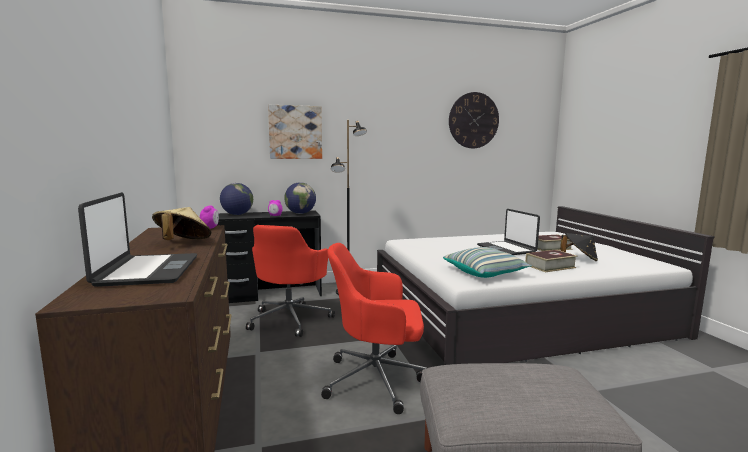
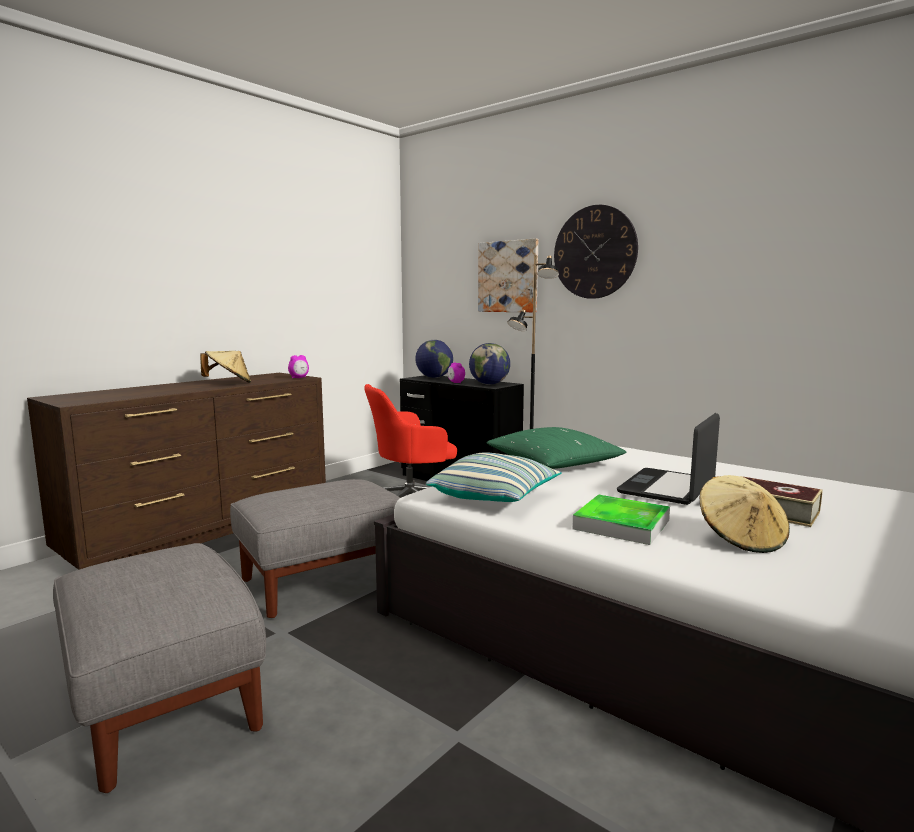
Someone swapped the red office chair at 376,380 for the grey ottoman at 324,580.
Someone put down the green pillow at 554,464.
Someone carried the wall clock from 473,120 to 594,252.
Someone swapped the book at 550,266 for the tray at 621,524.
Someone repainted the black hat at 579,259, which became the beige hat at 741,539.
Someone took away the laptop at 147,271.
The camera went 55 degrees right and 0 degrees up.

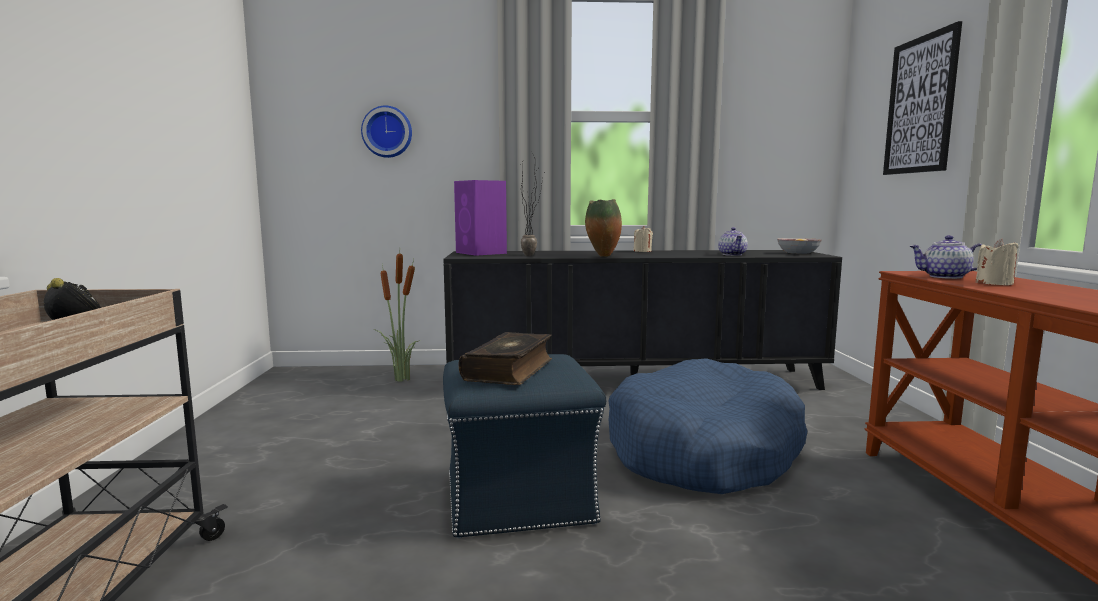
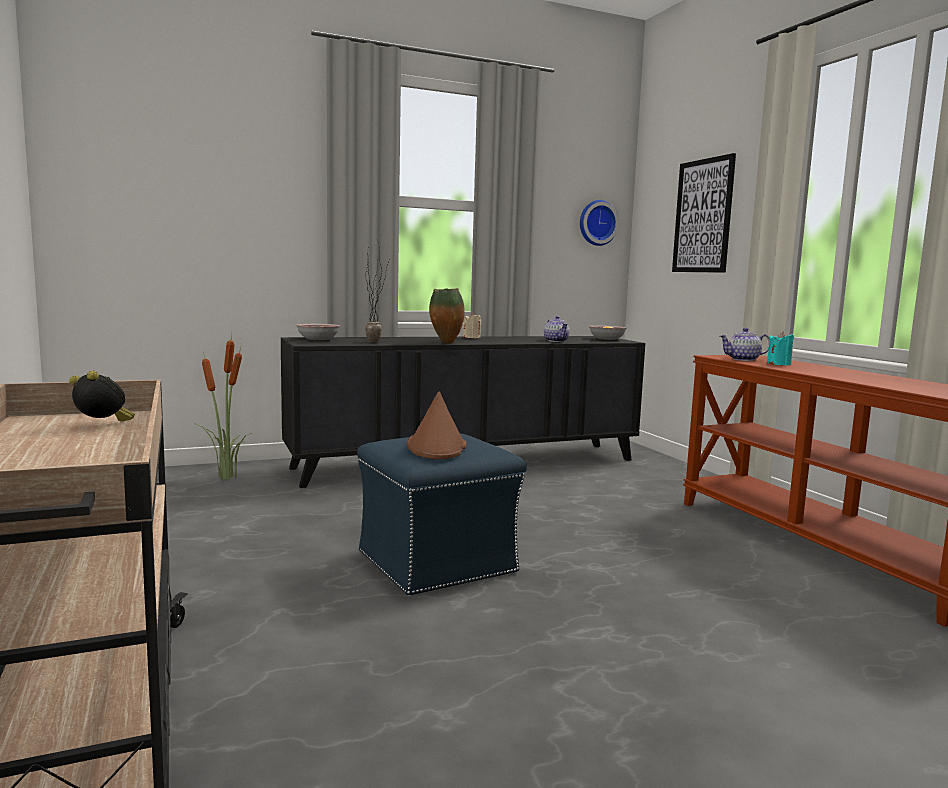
Someone swapped the purple speaker at 481,253 for the bowl at 318,339.
Someone swapped the book at 510,370 for the brown hat at 437,447.
Someone carried the wall clock from 387,132 to 597,223.
Someone repainted the beige candle at 994,284, which became the turquoise candle at 778,364.
Someone took away the blue dog bed at 704,450.
The camera went 20 degrees left and 0 degrees up.

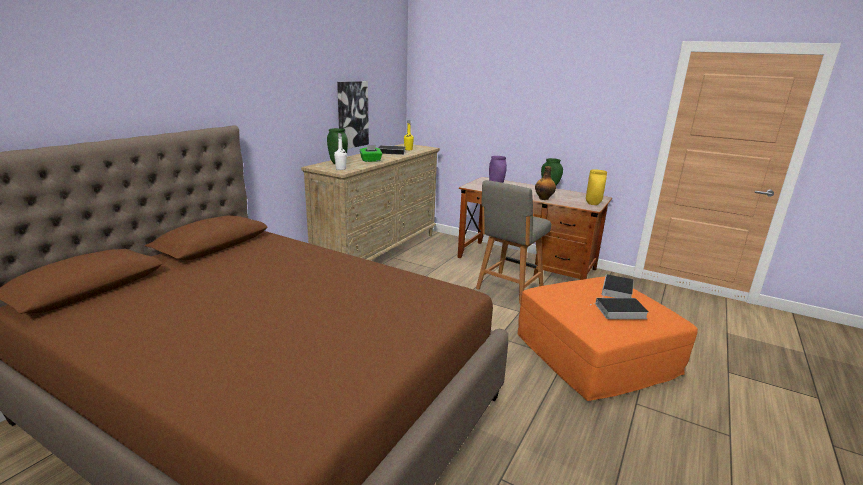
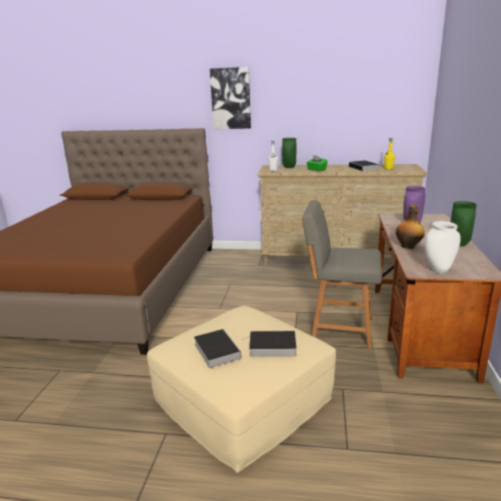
Someone repainted the orange ottoman at 596,354, which became the beige ottoman at 242,400.
Someone carried the picture from 352,114 to 231,98.
Someone repainted the yellow vase at 592,204, which became the white vase at 438,271.
The camera went 70 degrees right and 0 degrees up.

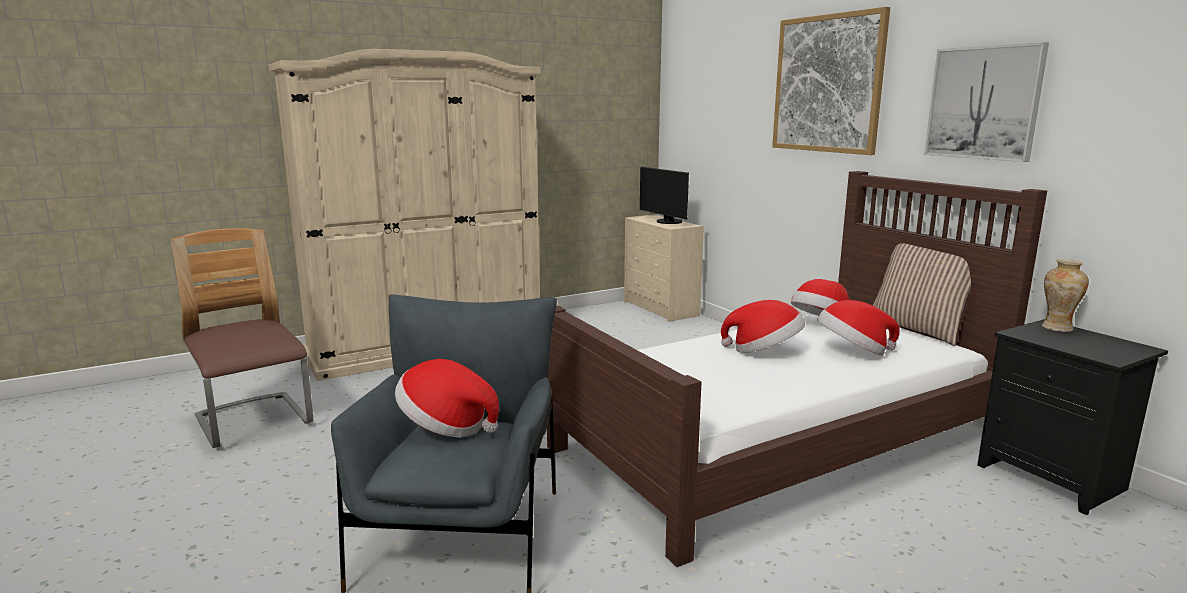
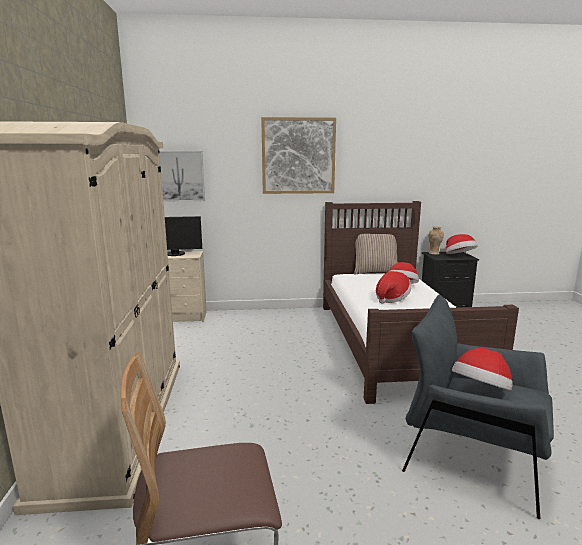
Someone carried the picture from 983,103 to 178,176.
Someone carried the hat from 821,324 to 459,256.
The camera went 65 degrees left and 0 degrees up.

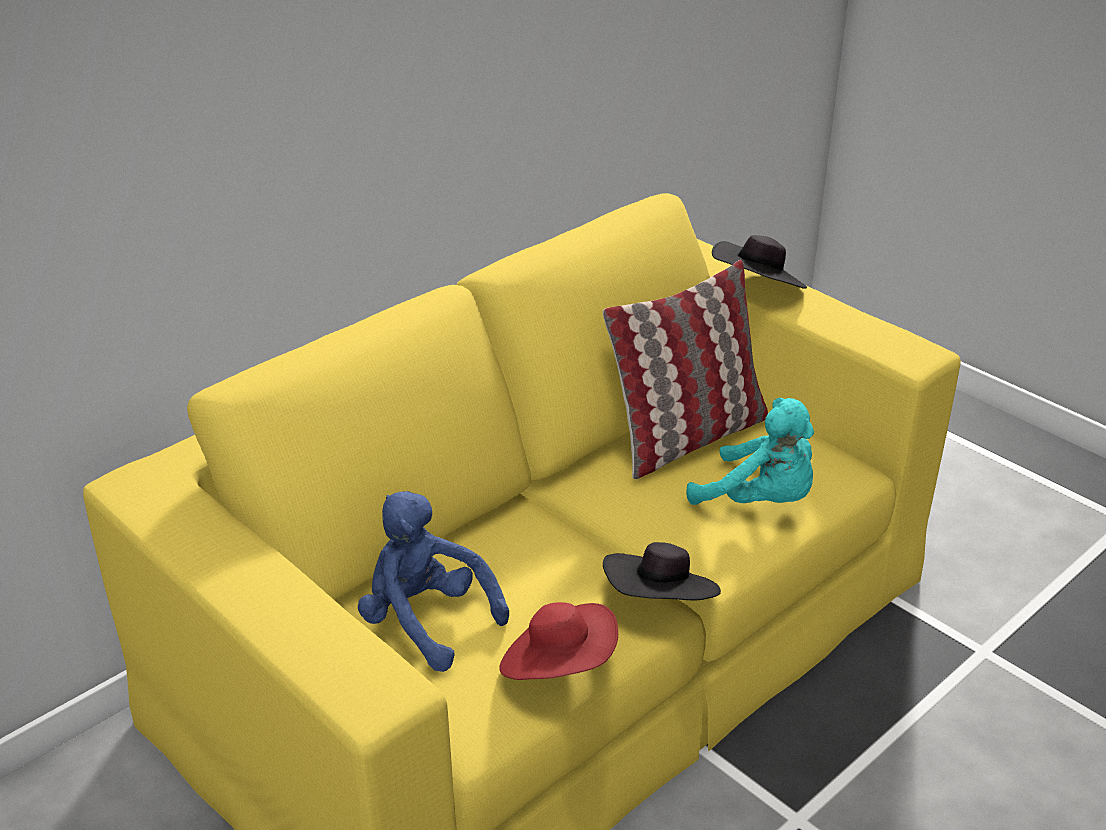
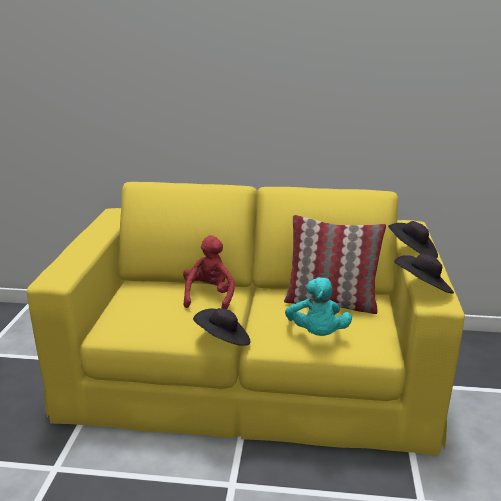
Someone put down the red plush toy at 209,296.
Someone put down the black hat at 423,288.
Someone took away the blue plush toy at 426,621.
Someone took away the red hat at 559,666.
The camera went 50 degrees right and 10 degrees down.

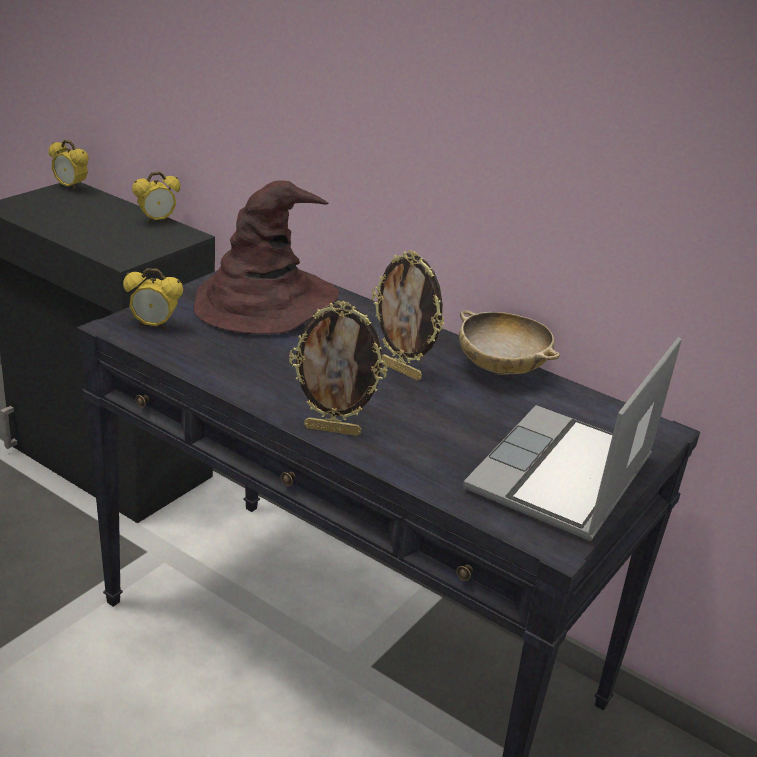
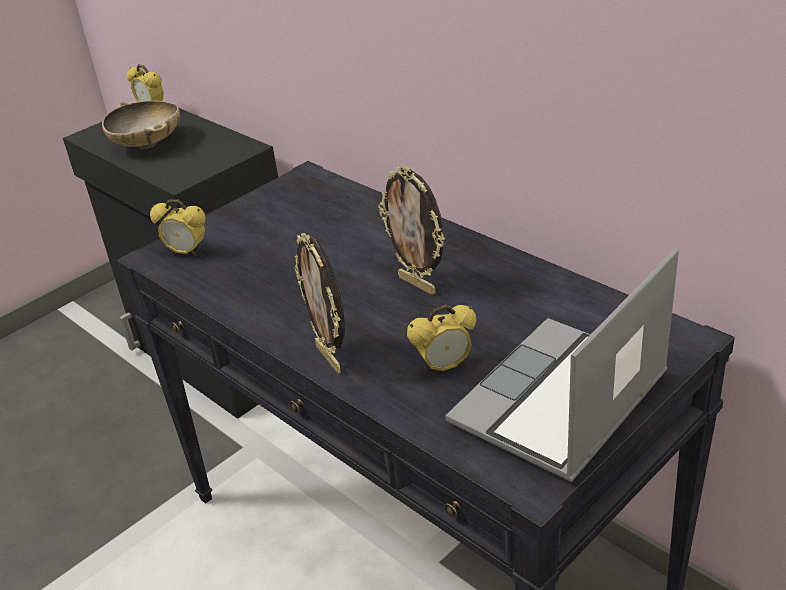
Someone carried the beige bowl from 501,368 to 148,144.
Someone rotated the picture frame at 333,430 by 45 degrees clockwise.
Someone carried the alarm clock from 157,221 to 444,367.
Someone took away the brown hat at 265,303.
The camera went 15 degrees right and 5 degrees up.

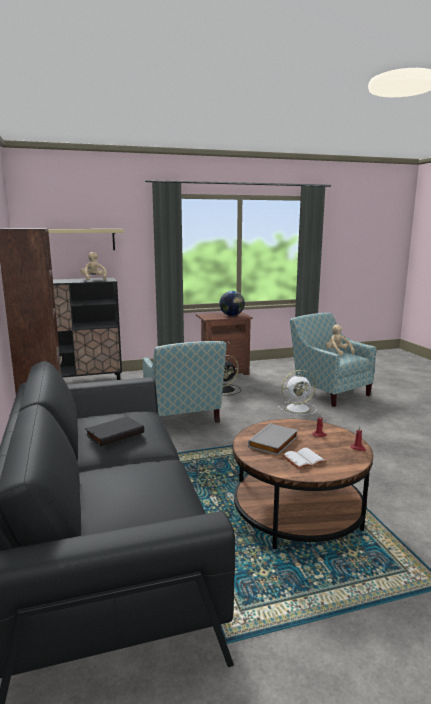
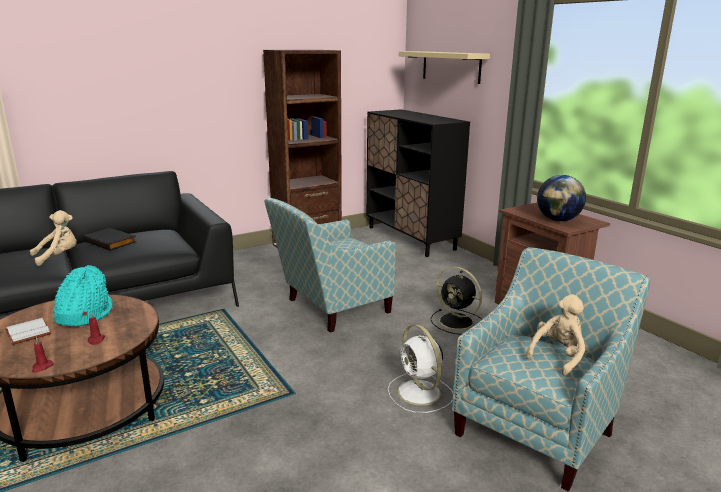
Someone carried the beige plush toy from 94,279 to 58,256.
Someone swapped the grey book at 274,442 for the turquoise hat at 84,314.
The camera went 75 degrees right and 5 degrees up.

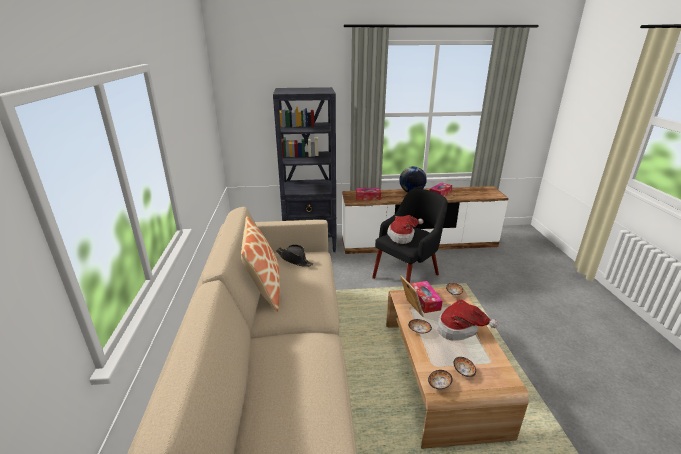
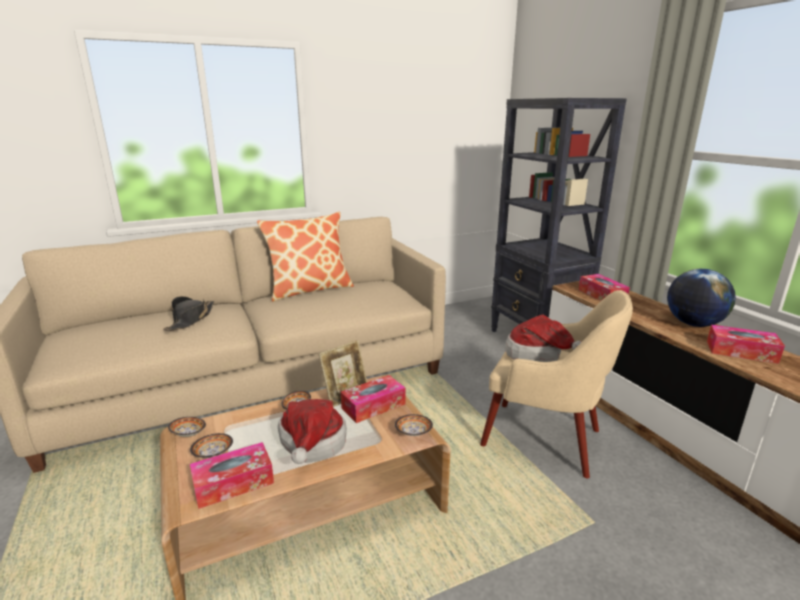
Someone carried the black hat from 294,260 to 191,320.
Someone put down the tissue box at 233,483.
Someone repainted the black armchair at 407,275, which became the beige armchair at 545,439.
The camera went 70 degrees right and 5 degrees down.

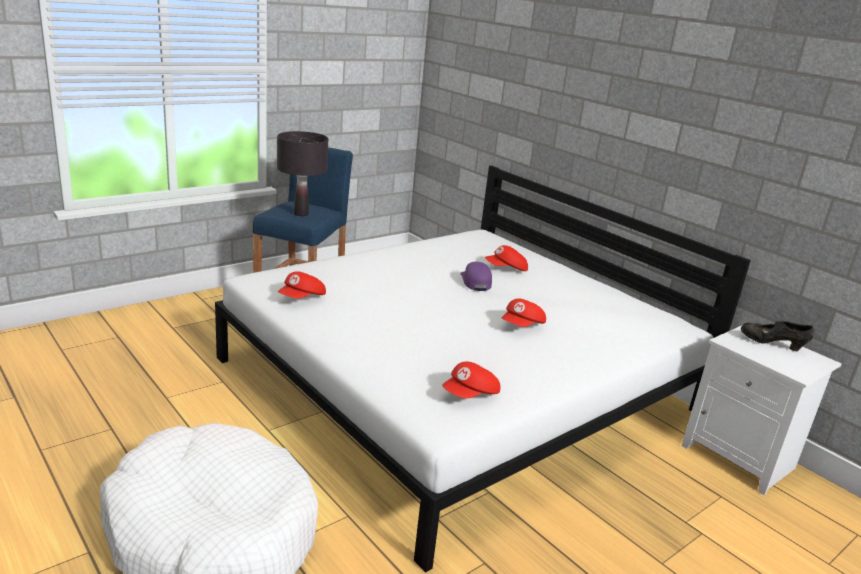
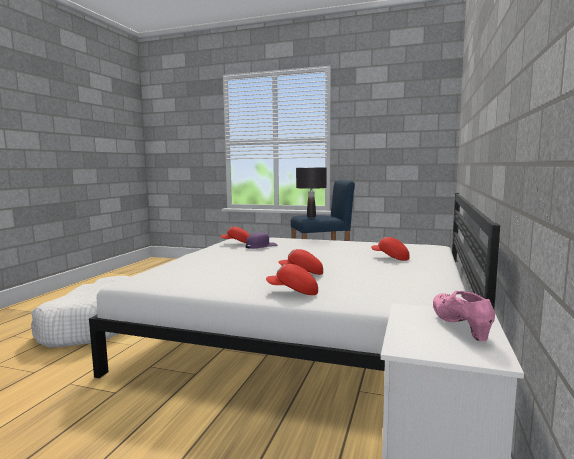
Someone carried the purple cap from 475,281 to 261,246.
Someone carried the red cap from 471,395 to 293,292.
Someone repainted the black shoe at 771,344, which became the pink shoe at 460,327.
The camera went 60 degrees right and 15 degrees down.

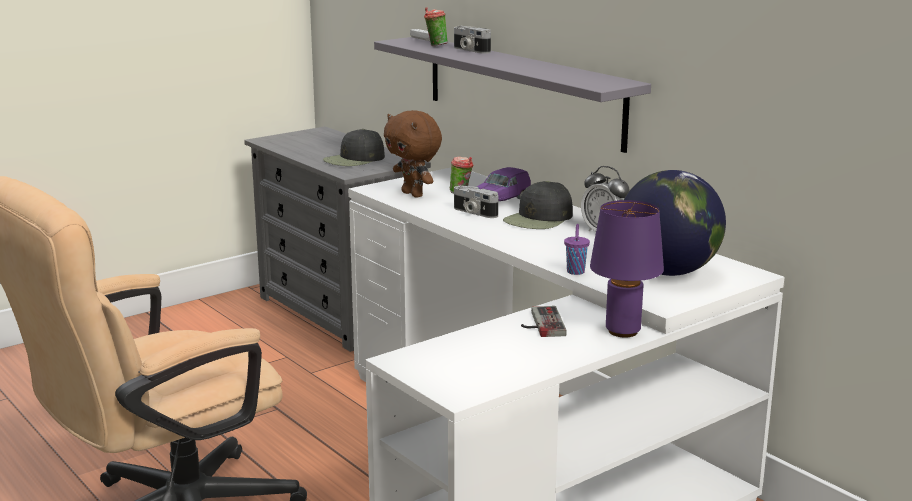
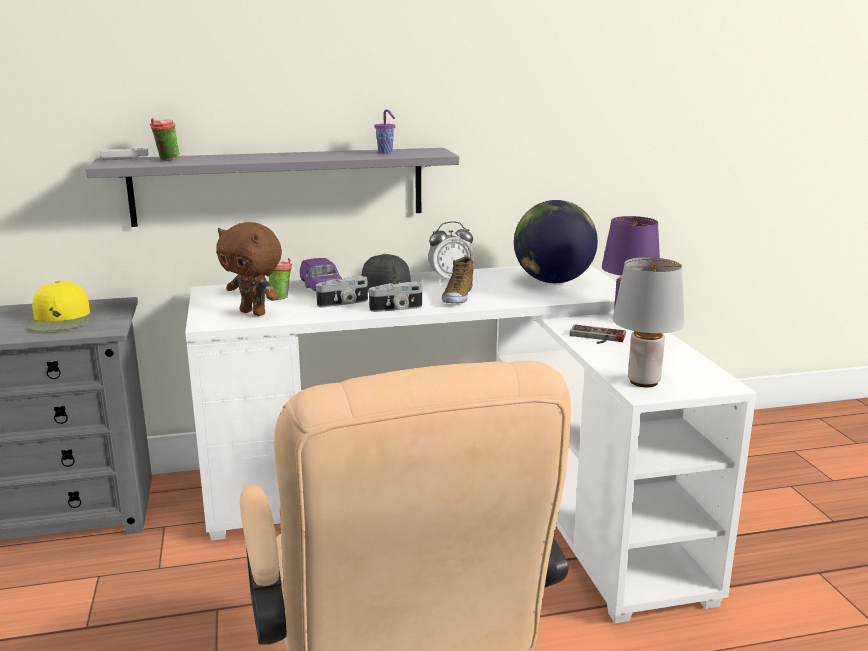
Someone repainted the black cap at 354,159, which became the yellow cap at 61,320.
Someone rotated the brown plush toy at 414,194 by 45 degrees clockwise.
Someone carried the photo camera from 470,50 to 396,309.
Someone carried the purple cup from 575,272 to 386,152.
Someone put down the shoe at 457,297.
Someone put down the grey table lamp at 643,382.
The camera went 65 degrees left and 0 degrees up.

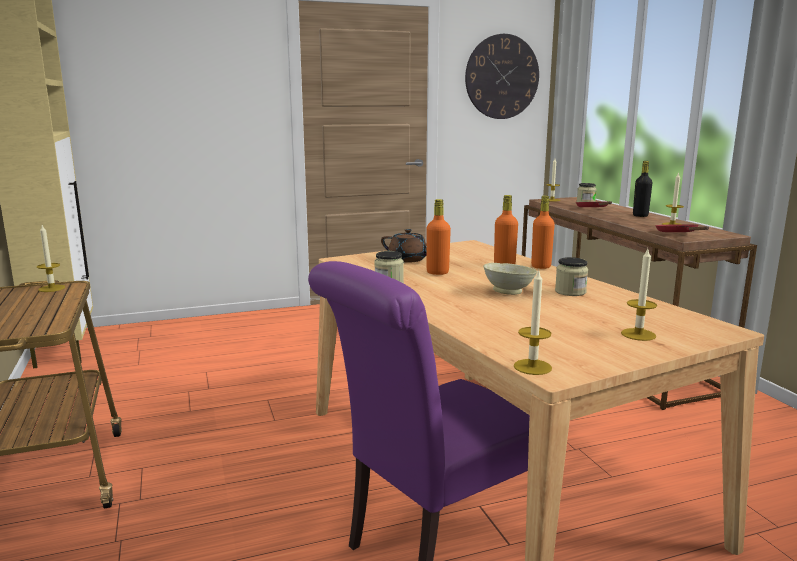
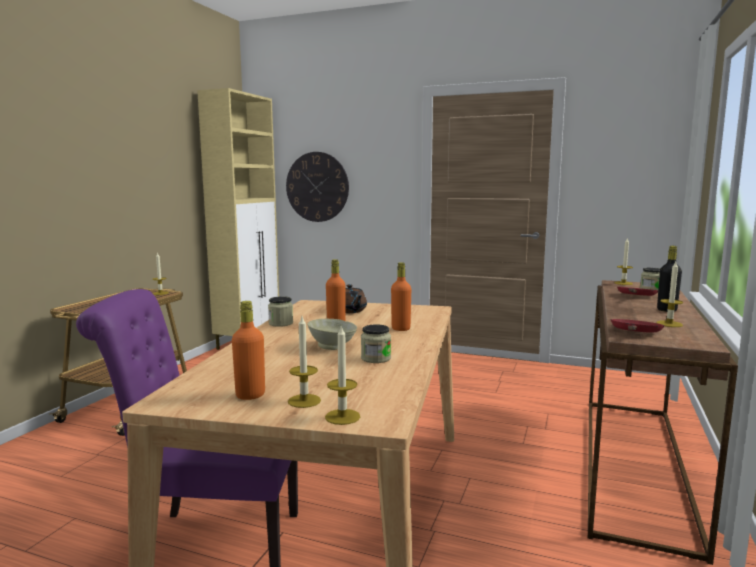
Someone carried the orange bottle from 541,266 to 250,395.
Someone carried the wall clock from 502,77 to 317,187.
Someone carried the candle from 532,367 to 342,417.
The camera went 40 degrees right and 5 degrees down.

